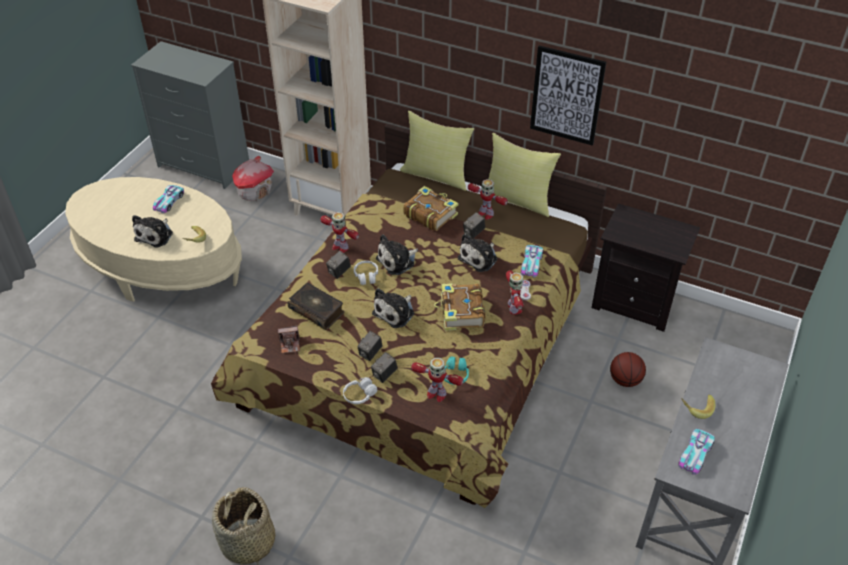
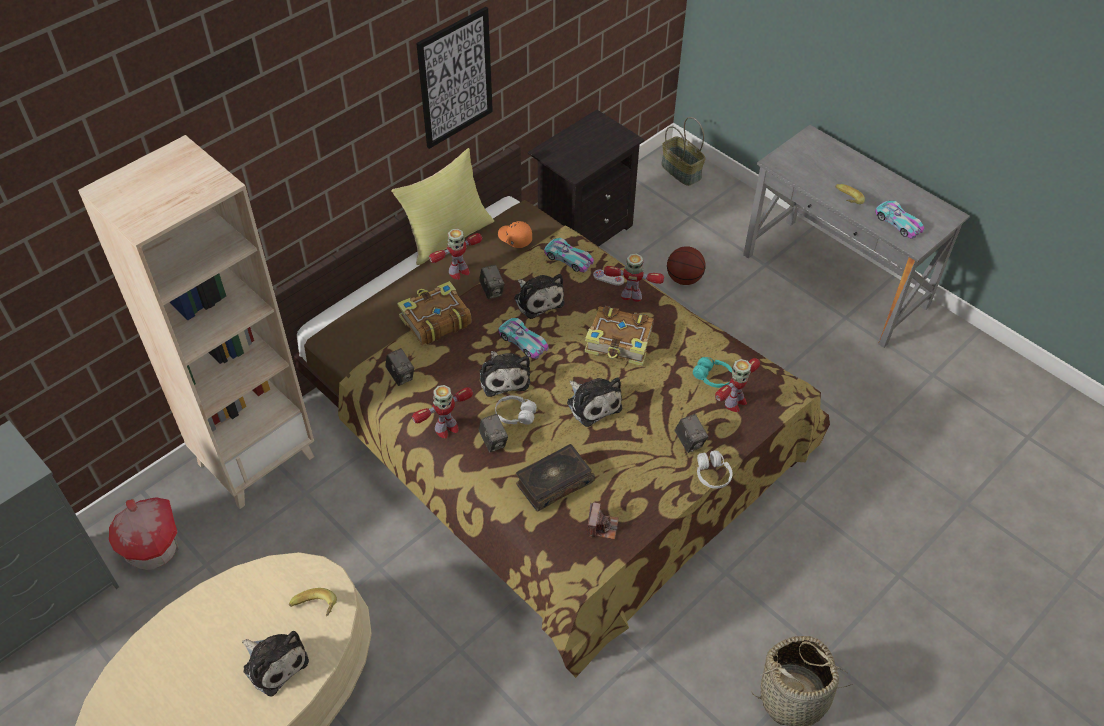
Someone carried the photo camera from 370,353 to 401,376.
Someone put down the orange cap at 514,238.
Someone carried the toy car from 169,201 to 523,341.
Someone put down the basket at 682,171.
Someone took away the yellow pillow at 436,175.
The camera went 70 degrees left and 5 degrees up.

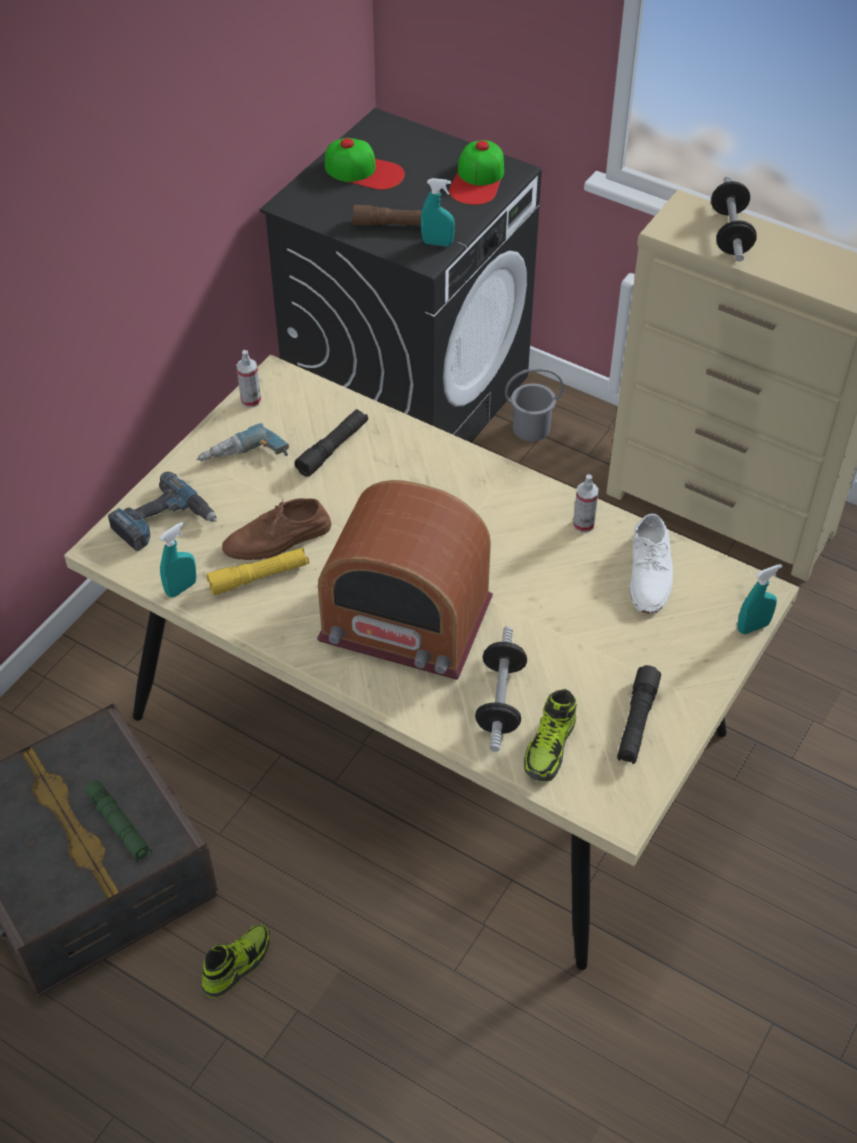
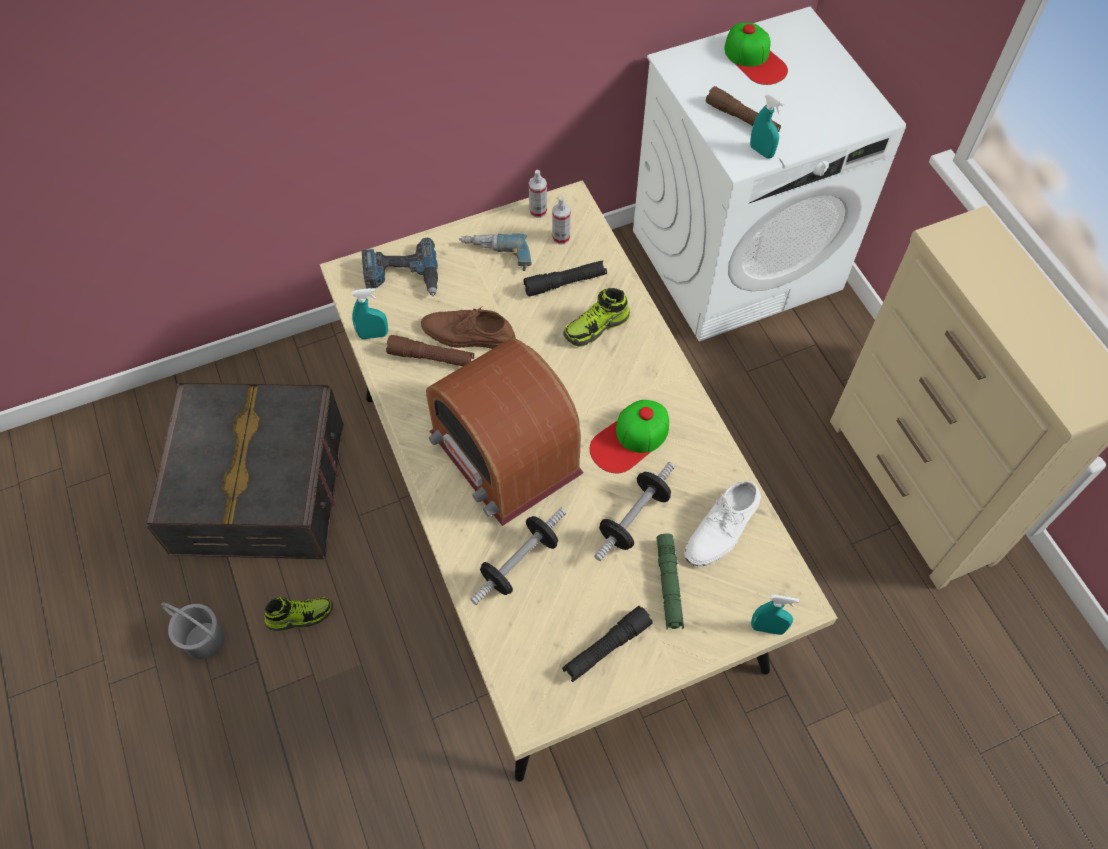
Someone carried the grey bucket from 531,427 to 204,639.
Someone repainted the yellow flashlight at 259,577, which became the brown flashlight at 431,357.
Someone carried the spray bottle from 583,524 to 561,237.
Someone carried the shoe from 550,747 to 596,327.
Someone carried the cap from 477,180 to 630,439.
Someone carried the dumbbell from 730,233 to 634,518.
Someone repainted the black washing machine at 408,398, which became the white washing machine at 736,259.
Someone carried the green flashlight from 119,825 to 669,584.
The camera went 35 degrees right and 10 degrees up.

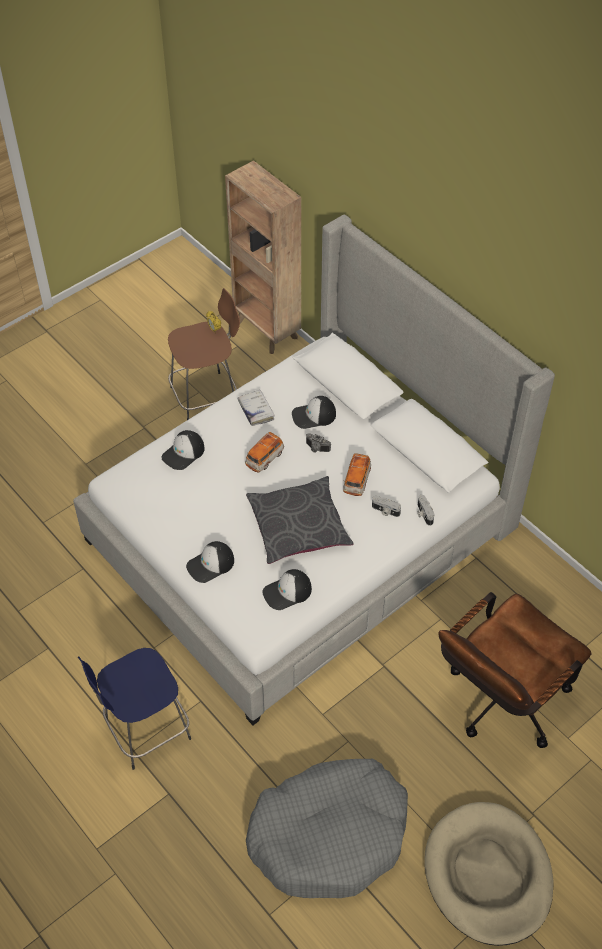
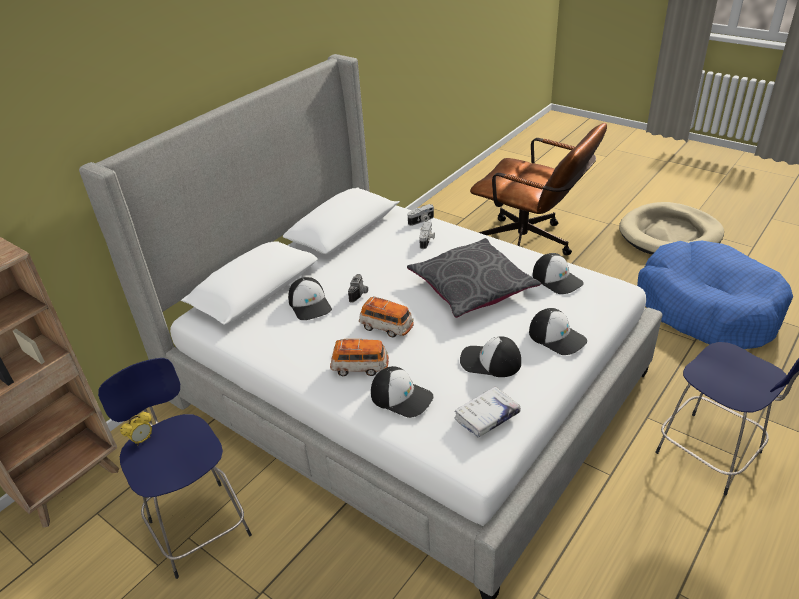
Someone repainted the brown stool at 206,397, which became the blue stool at 198,525.
Someone carried the toy car from 356,481 to 360,367.
Someone carried the white book from 256,411 to 486,416.
Someone put down the cap at 490,361.
Someone repainted the grey dog bed at 329,835, which became the blue dog bed at 707,308.
The camera went 100 degrees left and 15 degrees down.

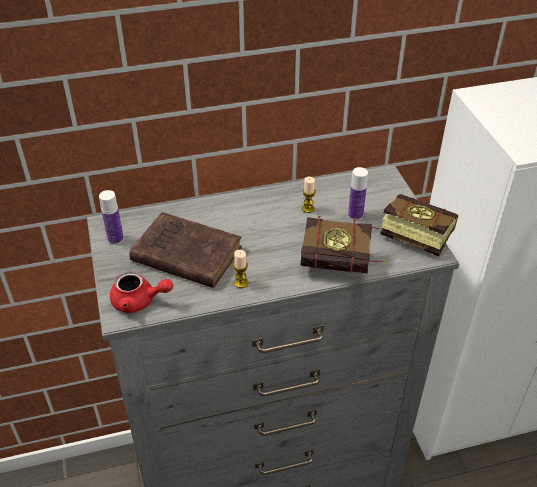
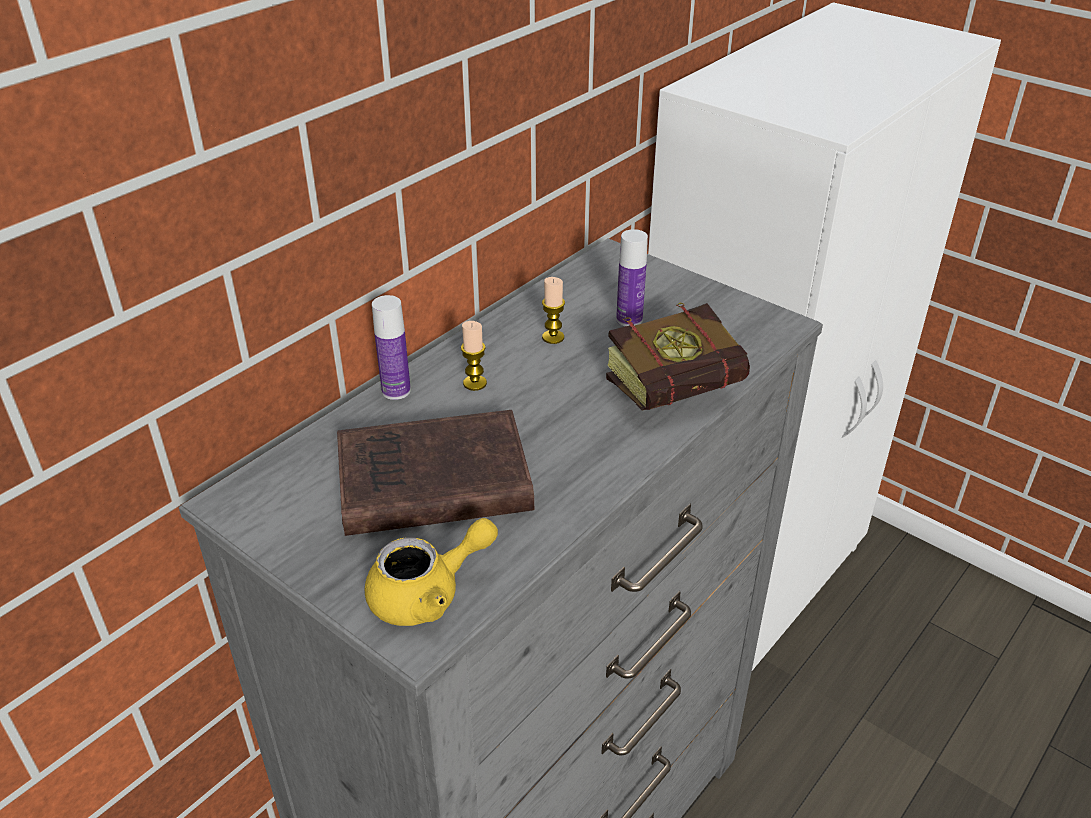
Someone repainted the red teapot at 139,301, which became the yellow teapot at 428,594.
Someone carried the bottle from 115,239 to 396,391.
Someone carried the candle from 241,283 to 475,383.
Someone took away the book at 409,234.
The camera went 35 degrees left and 5 degrees down.

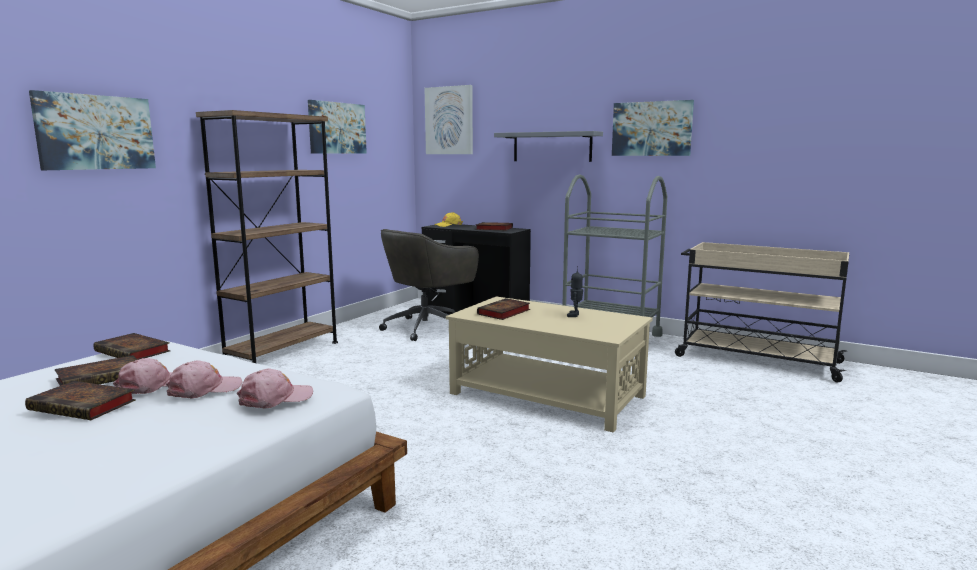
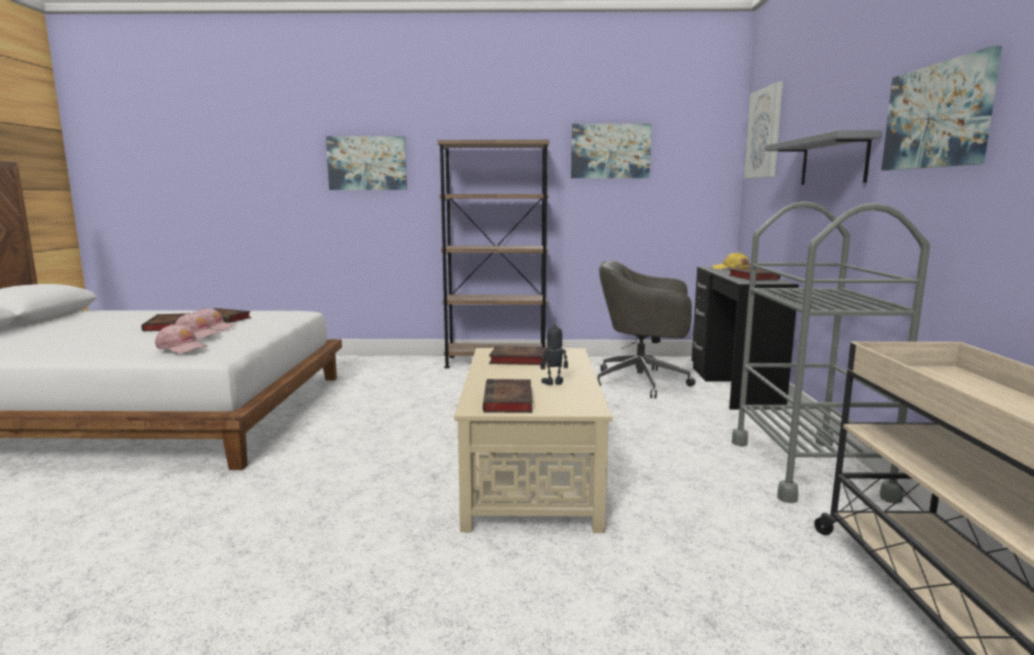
Someone carried the book from 134,352 to 509,401.
The camera went 60 degrees right and 0 degrees up.

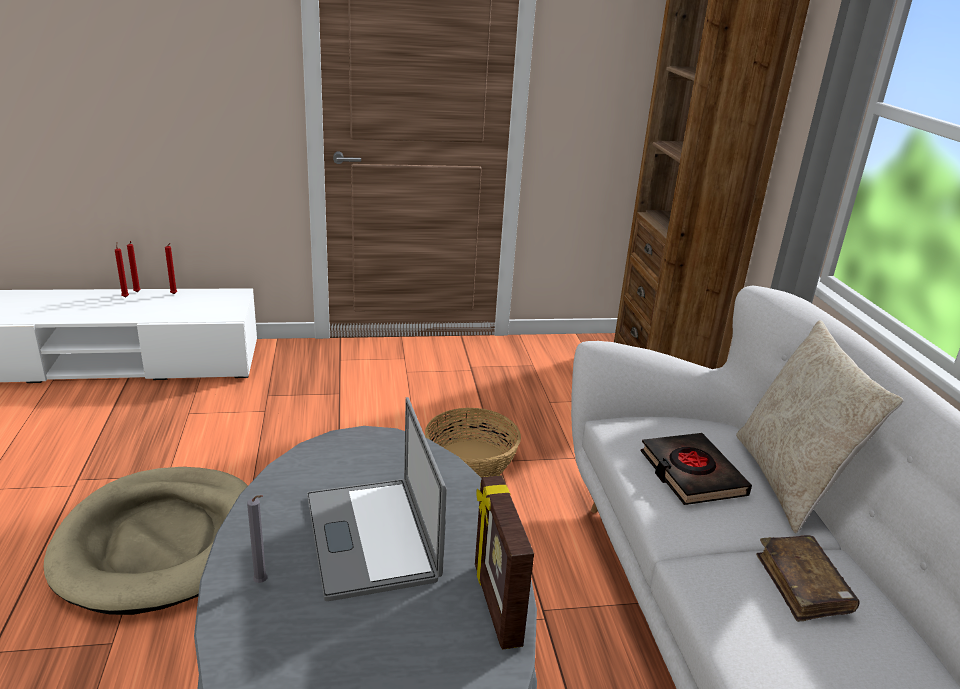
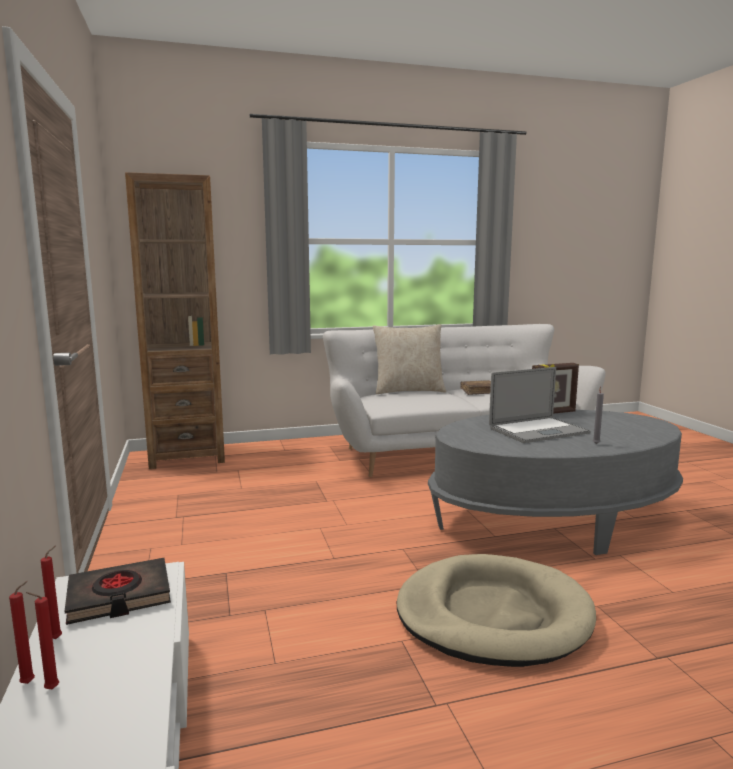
Someone carried the black book from 691,474 to 119,596.
Someone took away the basket at 470,461.
The camera went 95 degrees left and 15 degrees down.

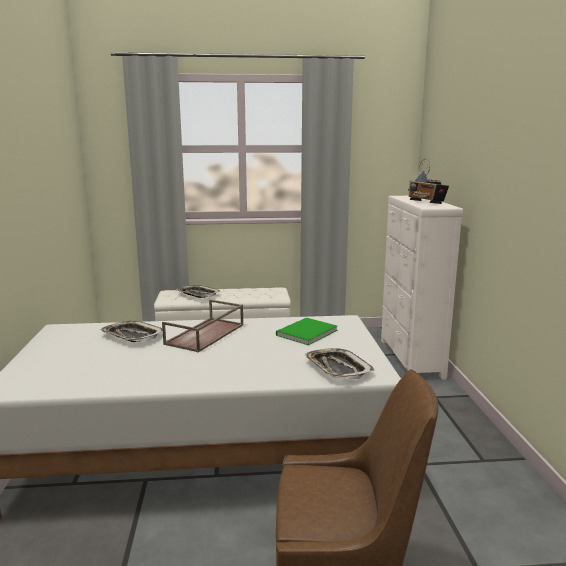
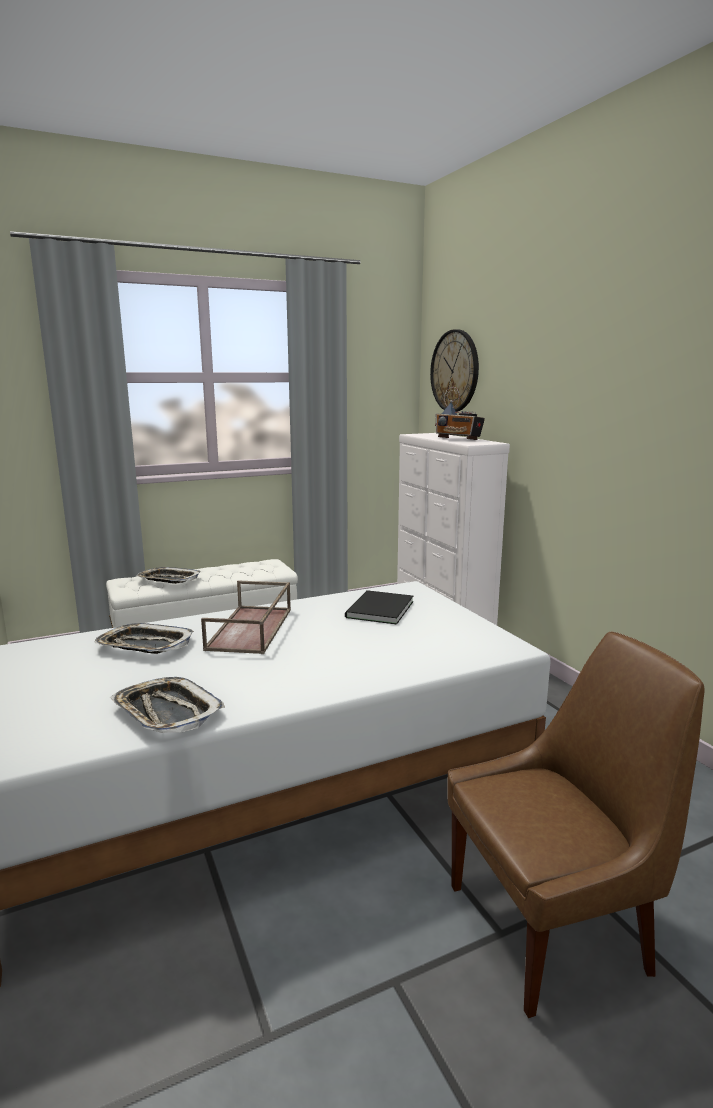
Someone carried the tray from 337,368 to 167,712.
Someone repainted the green book at 304,333, which became the black book at 377,610.
Someone put up the wall clock at 455,371.
The camera went 20 degrees left and 0 degrees up.

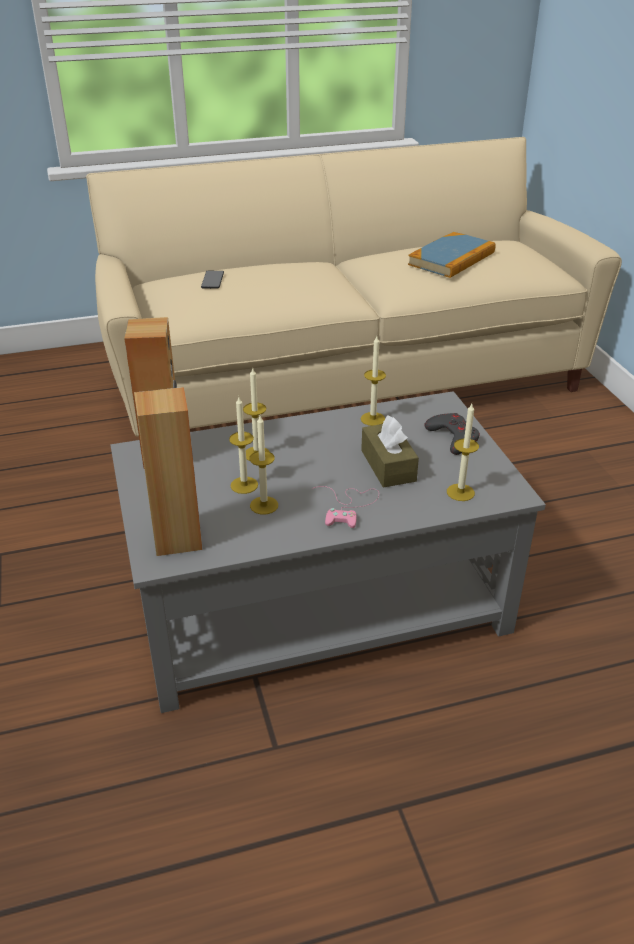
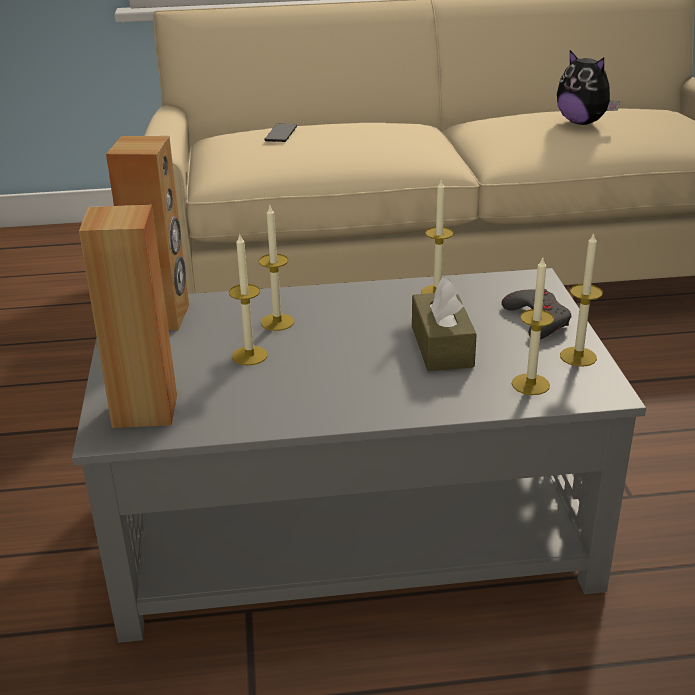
Someone swapped the book at 452,259 for the plush toy at 582,122.
Someone carried the candle from 264,505 to 578,356.
Someone took away the pink game controller at 348,506.
The camera went 10 degrees right and 5 degrees down.

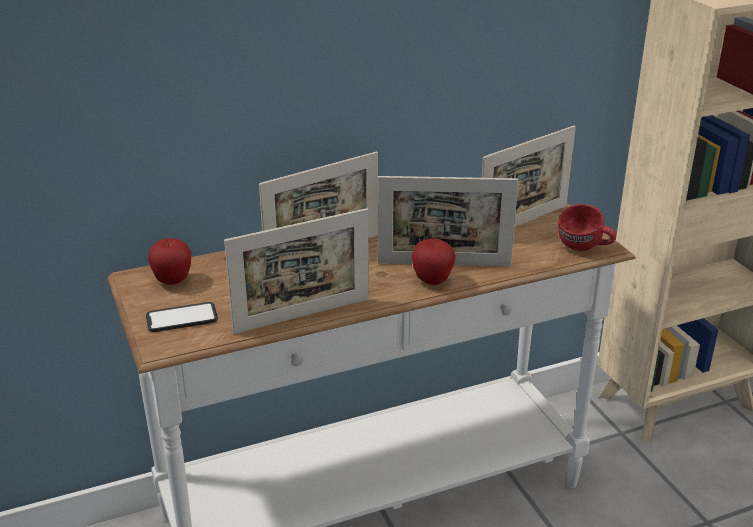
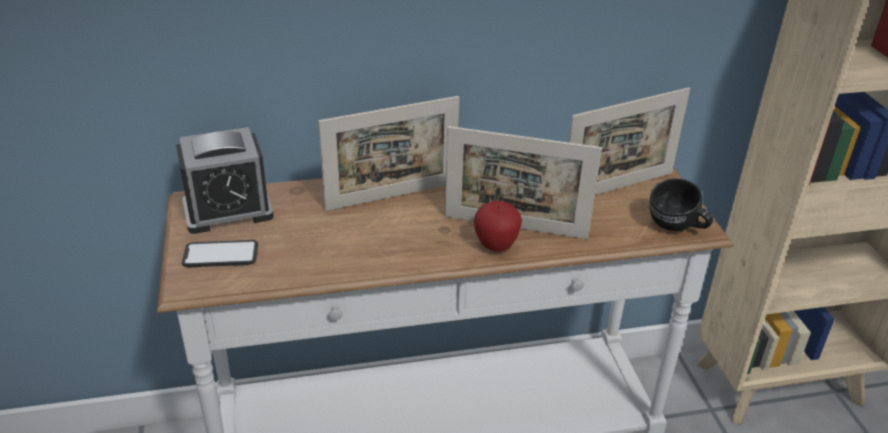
Someone swapped the apple at 172,281 for the alarm clock at 228,210.
Someone repainted the red mug at 584,249, which became the black mug at 676,228.
Someone took away the picture frame at 302,315.
The camera went 10 degrees right and 5 degrees up.

